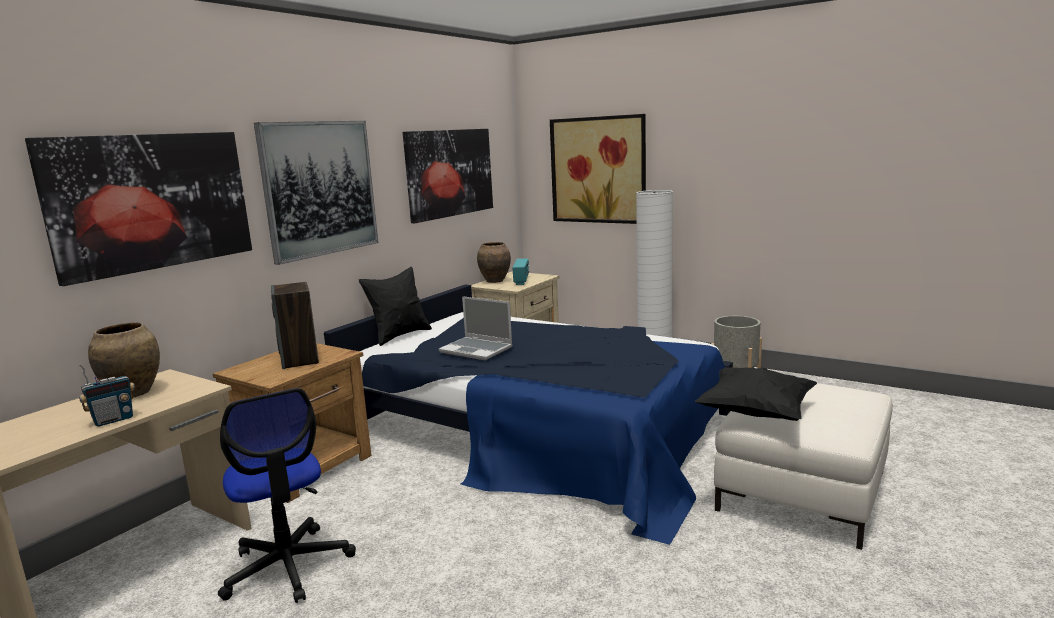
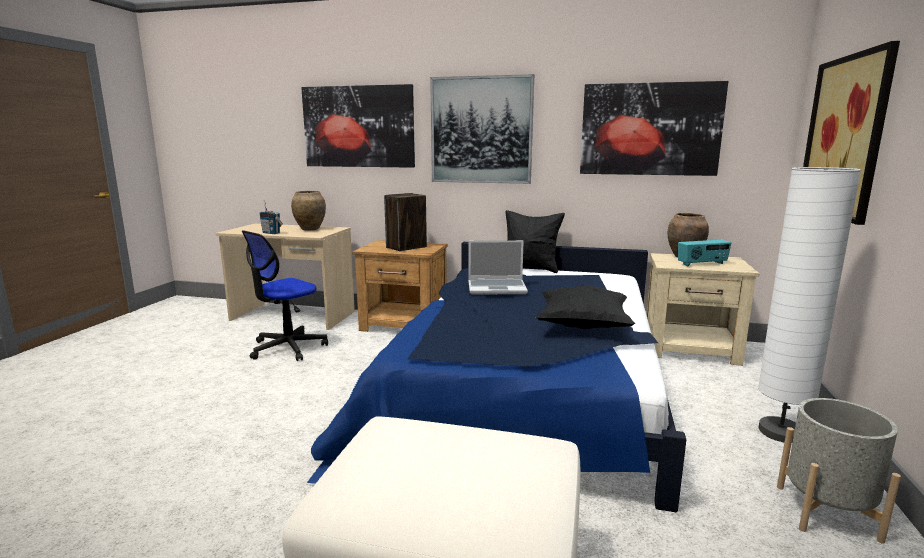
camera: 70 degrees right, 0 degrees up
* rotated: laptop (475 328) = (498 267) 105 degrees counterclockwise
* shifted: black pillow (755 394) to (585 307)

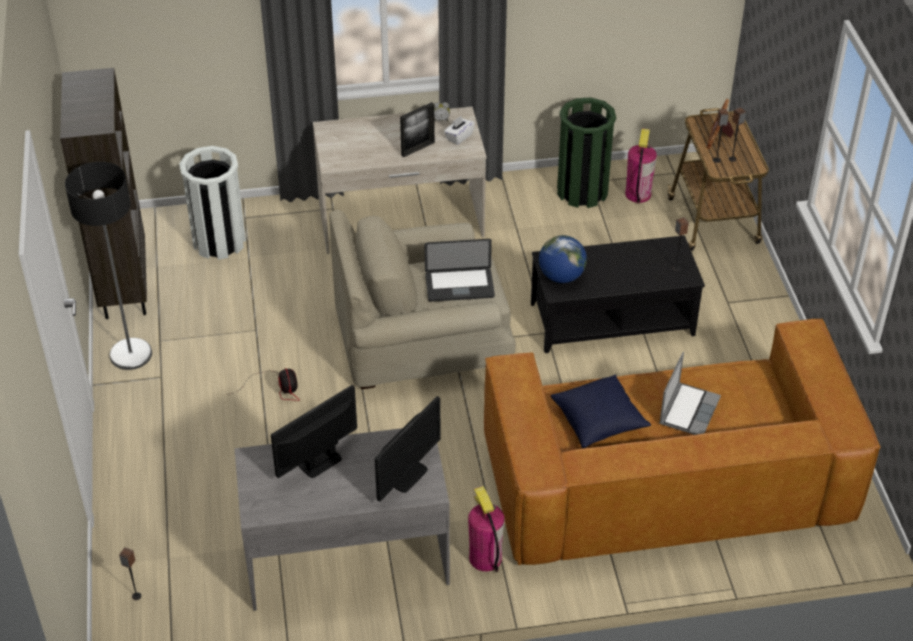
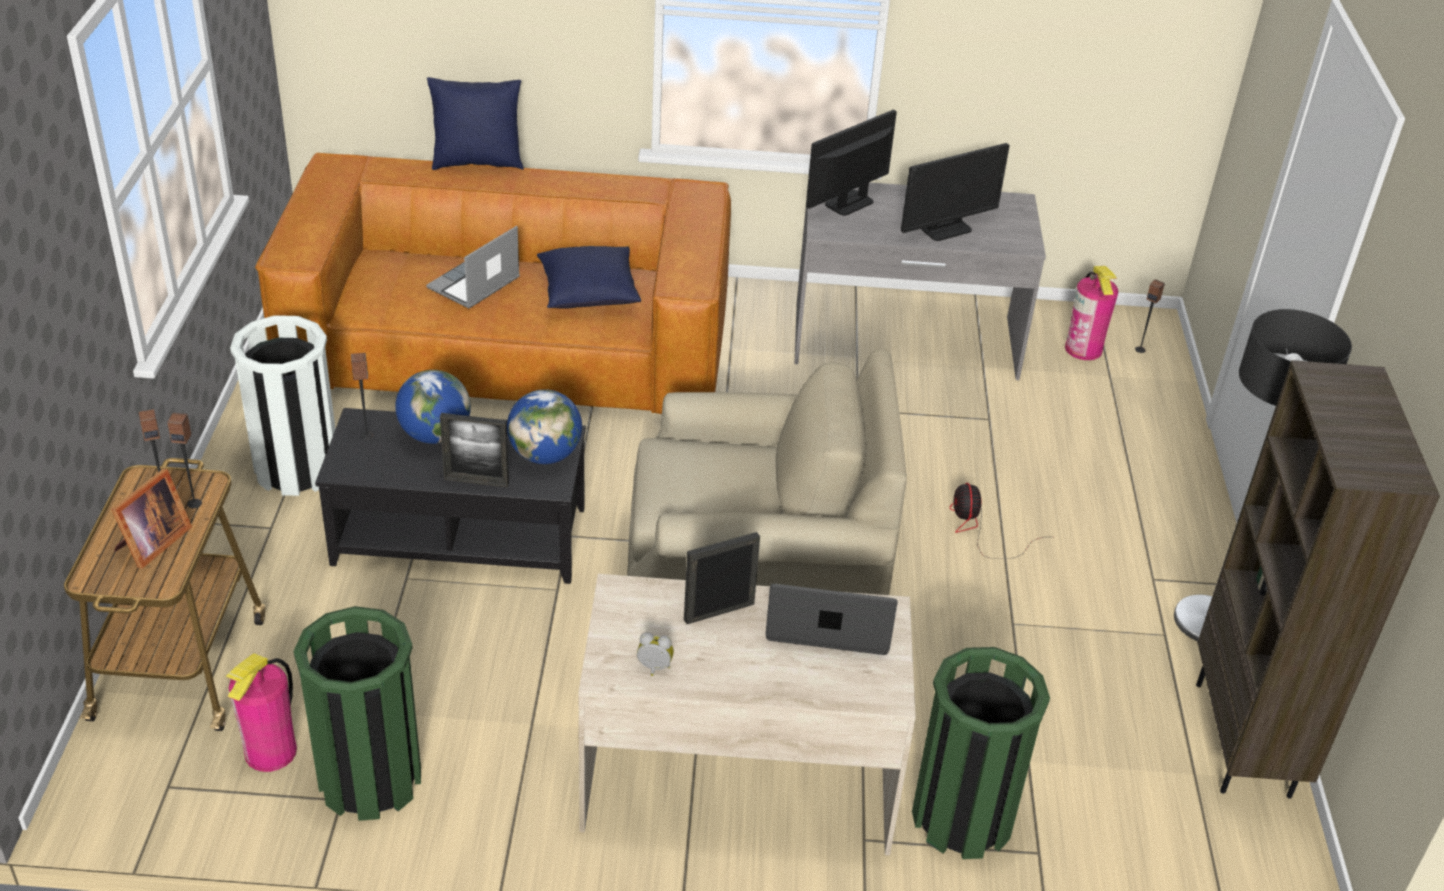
camera: 170 degrees left, 5 degrees down
* shifted: white trash can (212 203) to (282 405)
* shifted: laptop (459 270) to (832 619)
* gone: white tissue box (459 130)
* shifted: fire extinguisher (486 529) to (1091 313)
* new: globe (433 407)
* new: blue pillow (475 123)
* new: picture frame (474 450)
* new: green trash can (981 753)

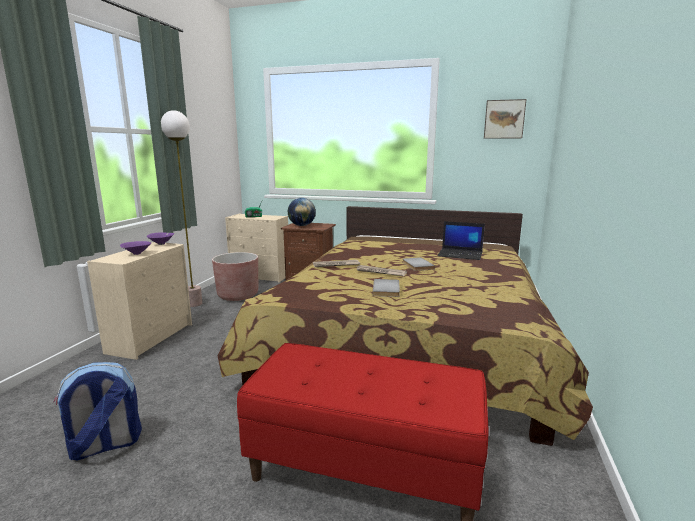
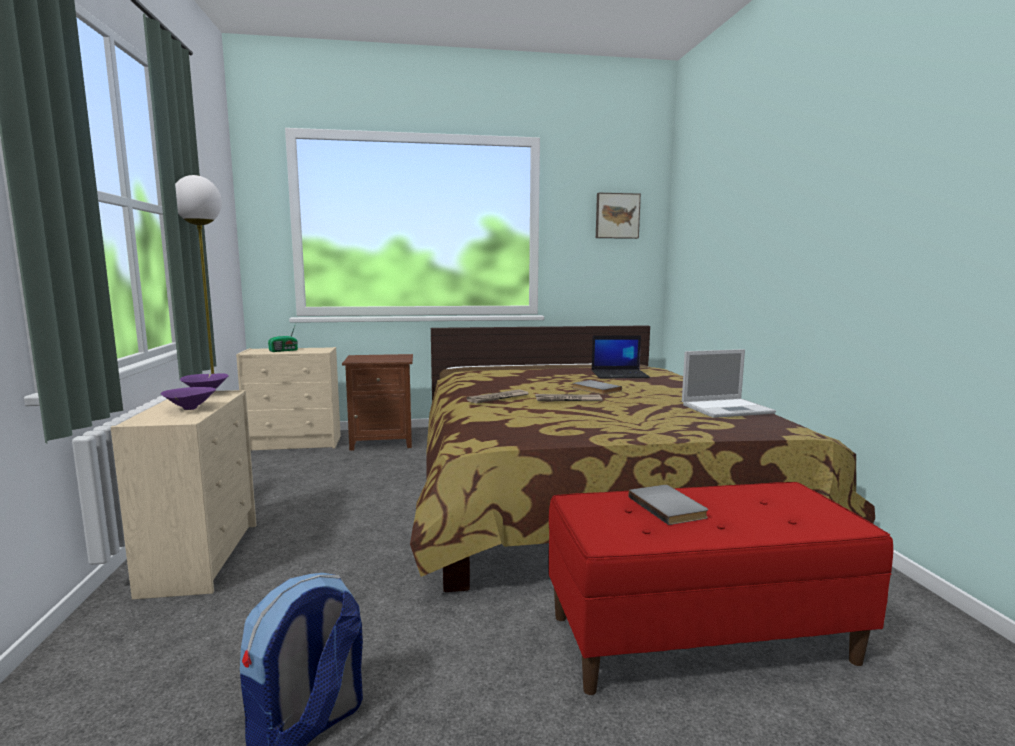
camera: 25 degrees left, 5 degrees down
* gone: brown planter (235 276)
* gone: globe (302 212)
* shifted: grey book (386 288) to (668 505)
* new: laptop (729 383)

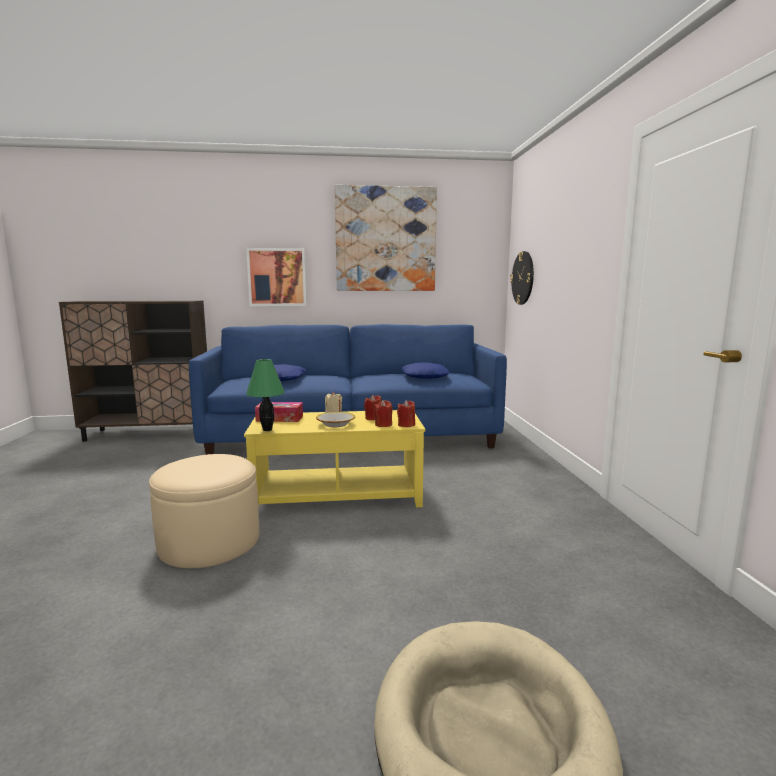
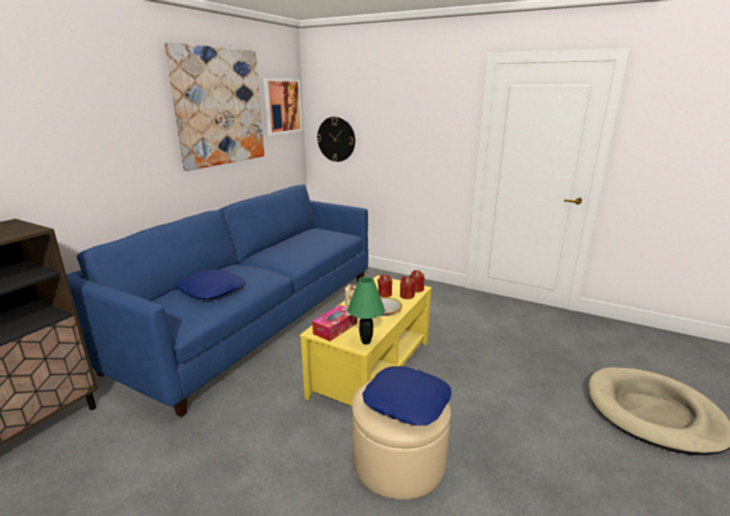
camera: 55 degrees left, 10 degrees up
* shifted: picture (276 277) to (283 106)
* shifted: blue pillow (425 370) to (407 396)

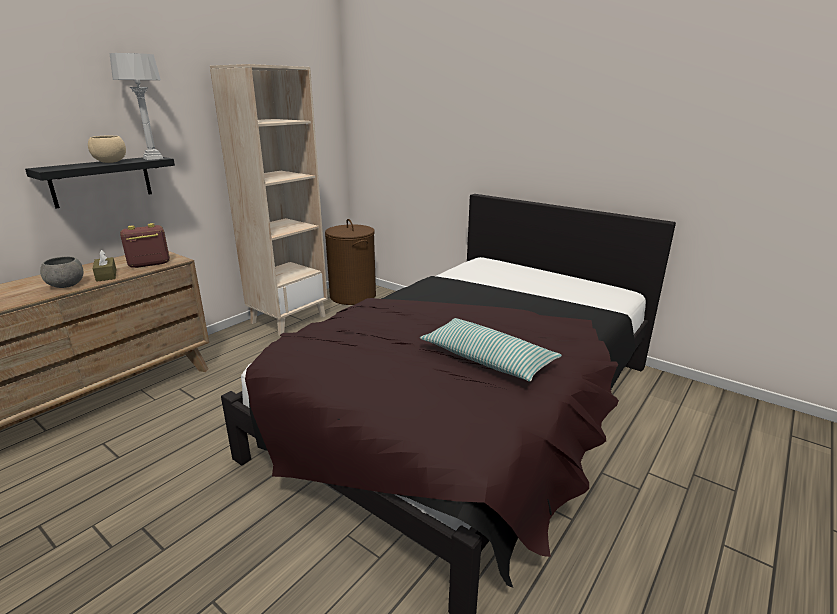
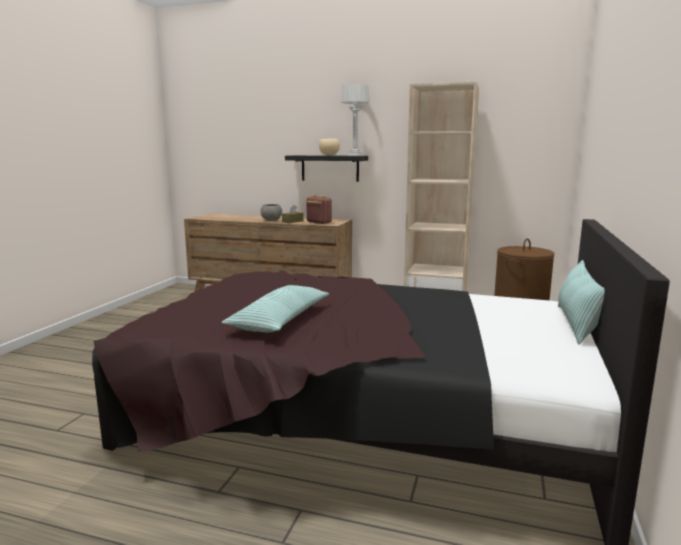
camera: 70 degrees right, 10 degrees down
* new: pillow (581 302)

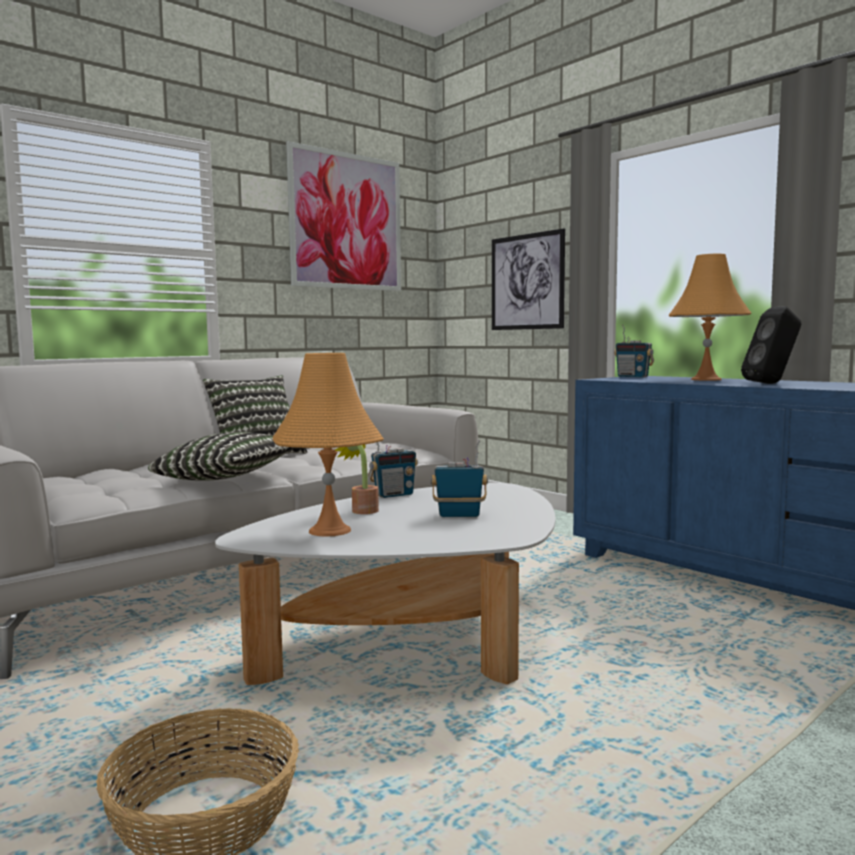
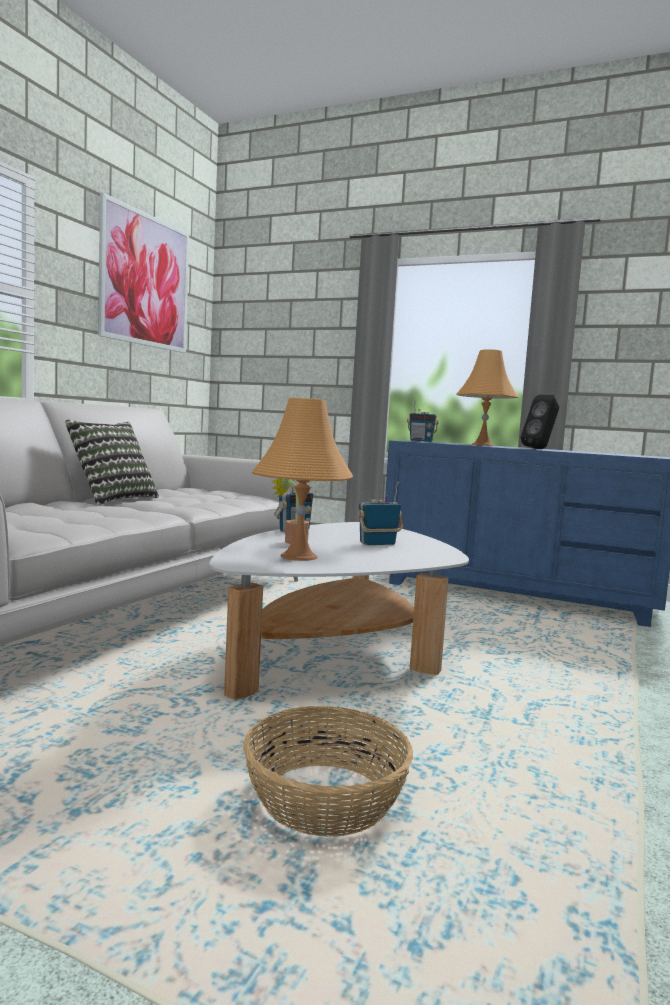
camera: 25 degrees left, 0 degrees up
* gone: pillow (221 456)
* gone: picture (528 279)

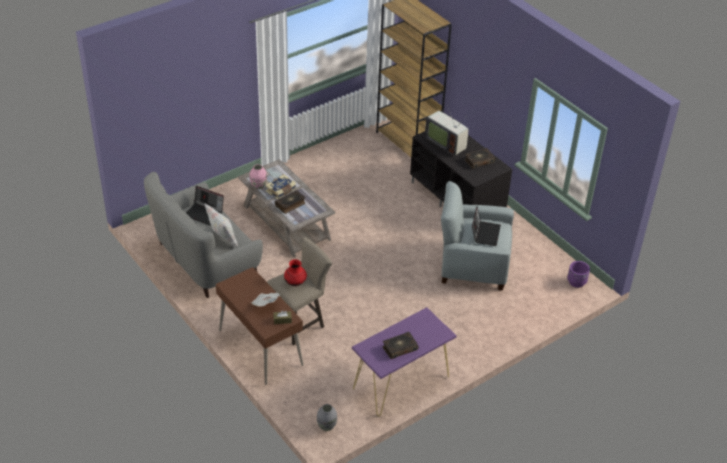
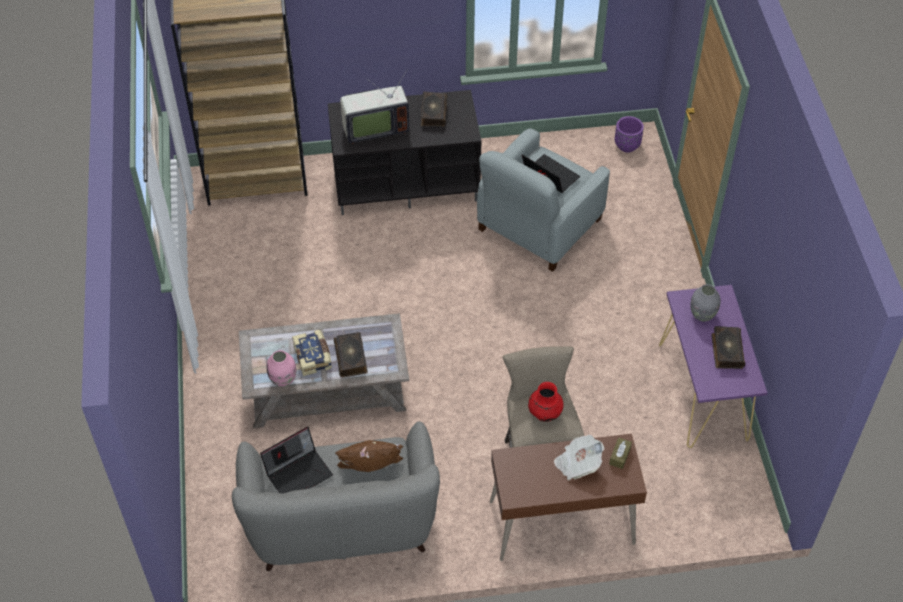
camera: 60 degrees left, 10 degrees up
* repainted: white pillow (221 225) to brown pillow (369 456)
* shifted: grey vase (327 417) to (705 302)

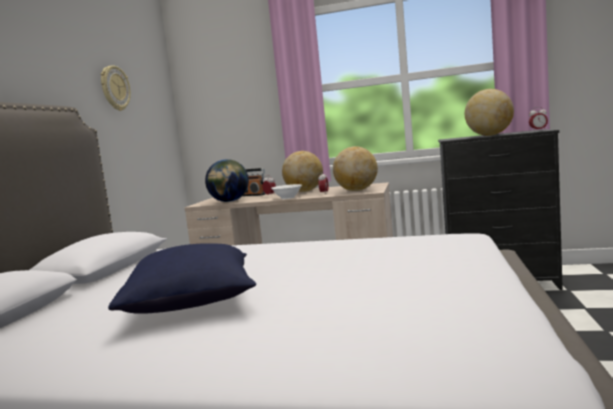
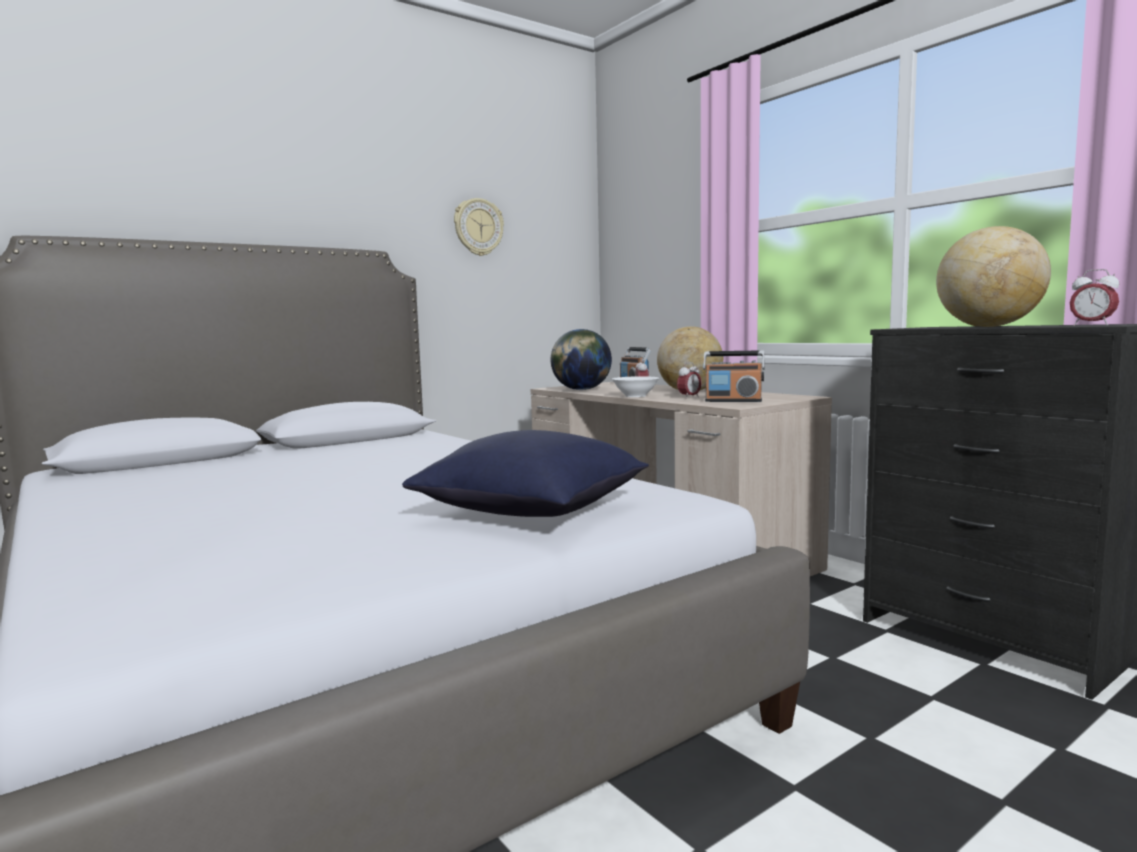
camera: 40 degrees right, 0 degrees up
* shifted: blue pillow (182 278) to (525 473)
* swapped: globe (355 168) to radio (734 376)

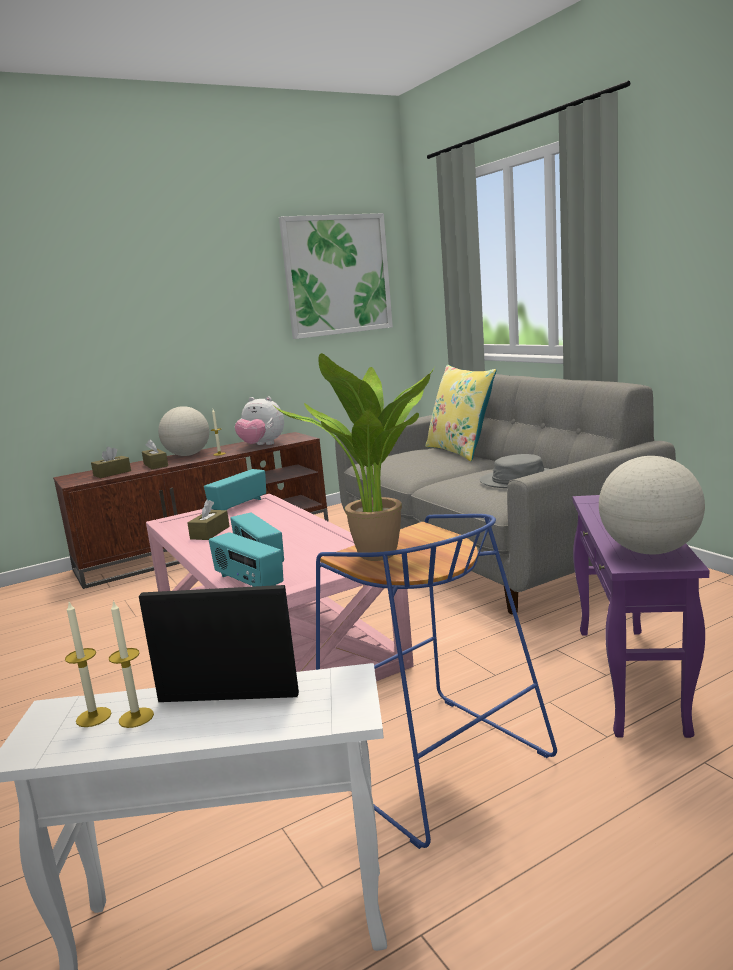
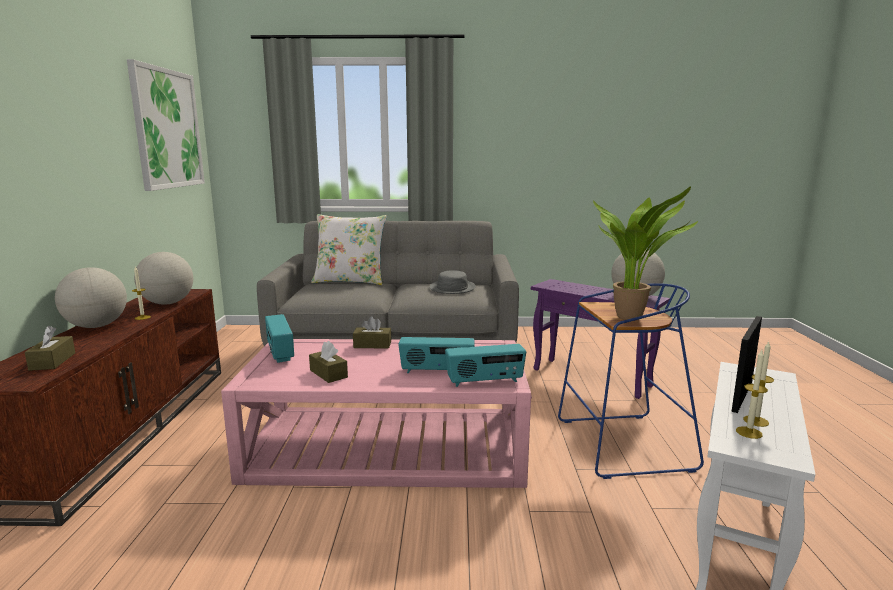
camera: 60 degrees left, 0 degrees up
* shifted: brown tissue box (155 454) to (372 332)
* swapped: plush toy (259 420) to globe (163 278)
* repainted: yellow pillow (461 413) to white pillow (349 249)

